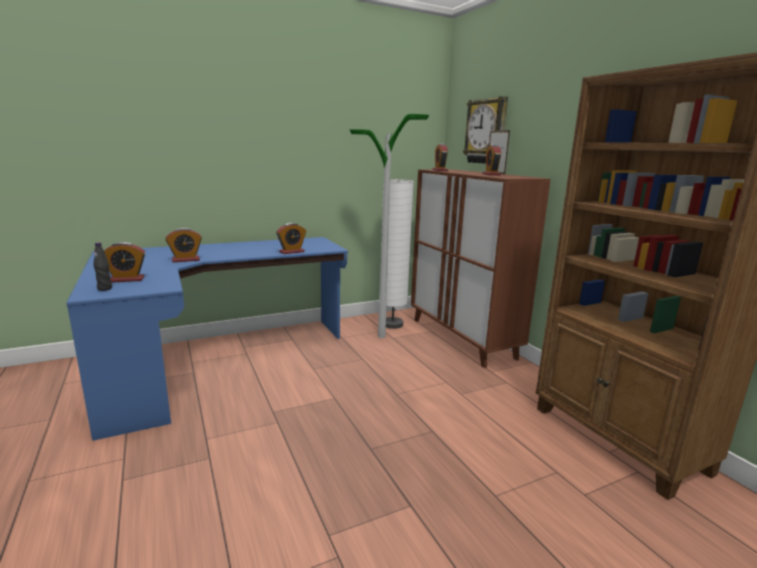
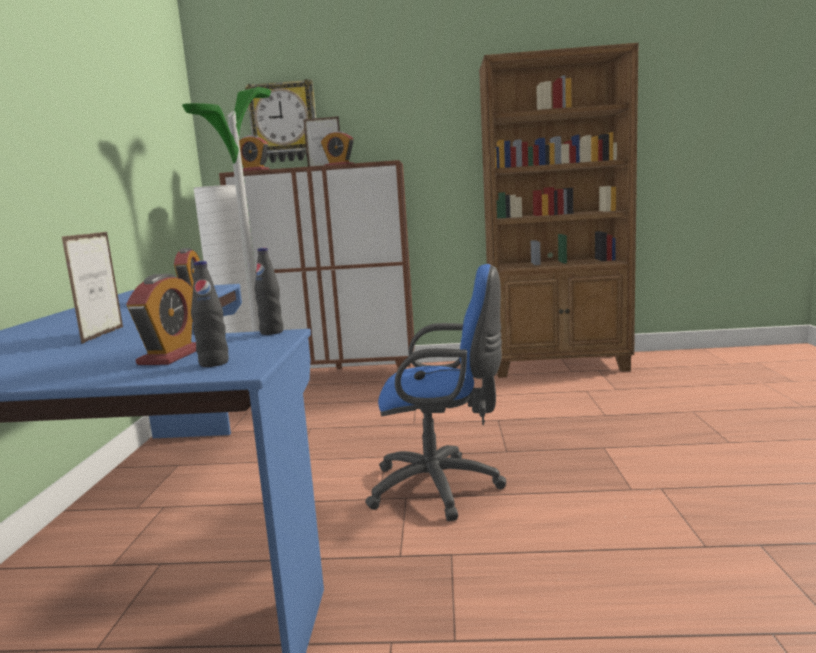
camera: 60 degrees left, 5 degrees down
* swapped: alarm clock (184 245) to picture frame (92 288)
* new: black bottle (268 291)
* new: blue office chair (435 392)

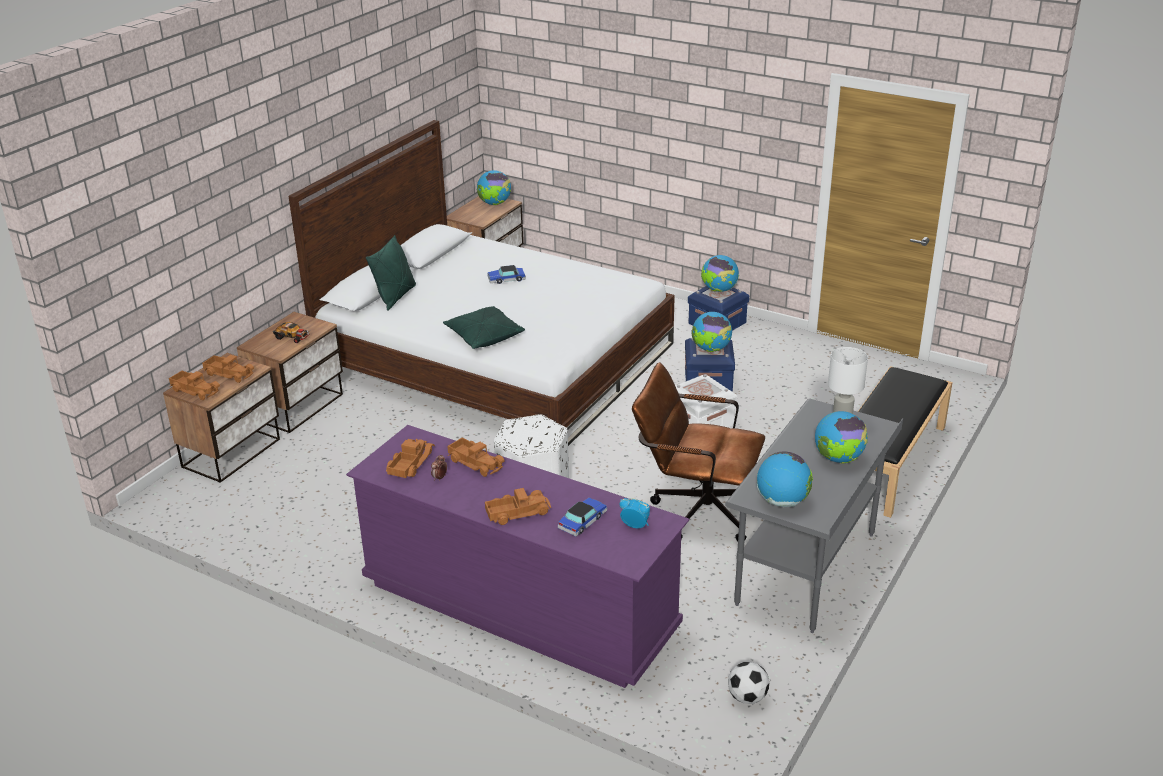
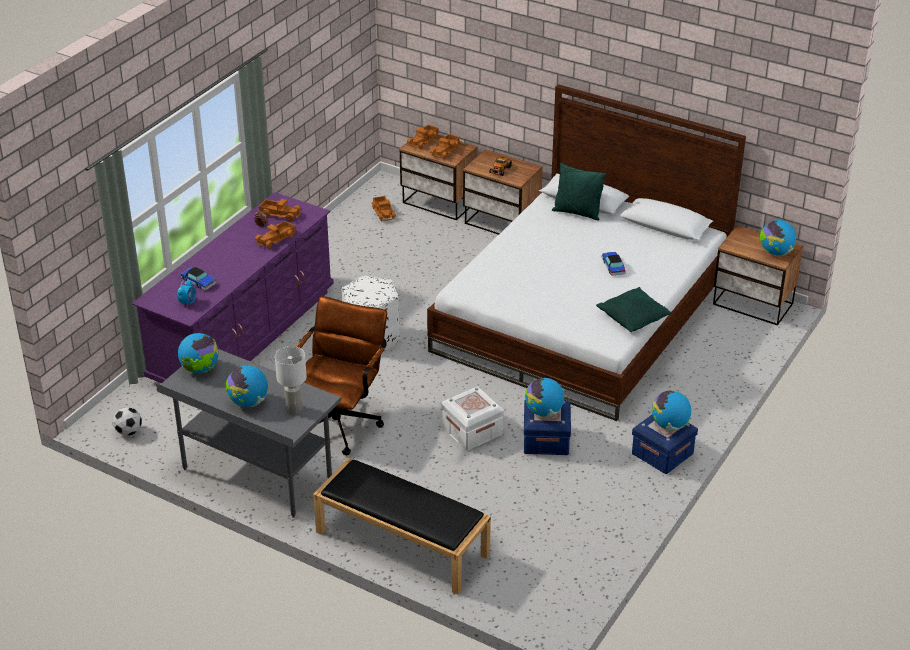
camera: 90 degrees right, 5 degrees up
* shifted: green pillow (484 327) to (634 309)
* shifted: toy truck (518 506) to (384 208)

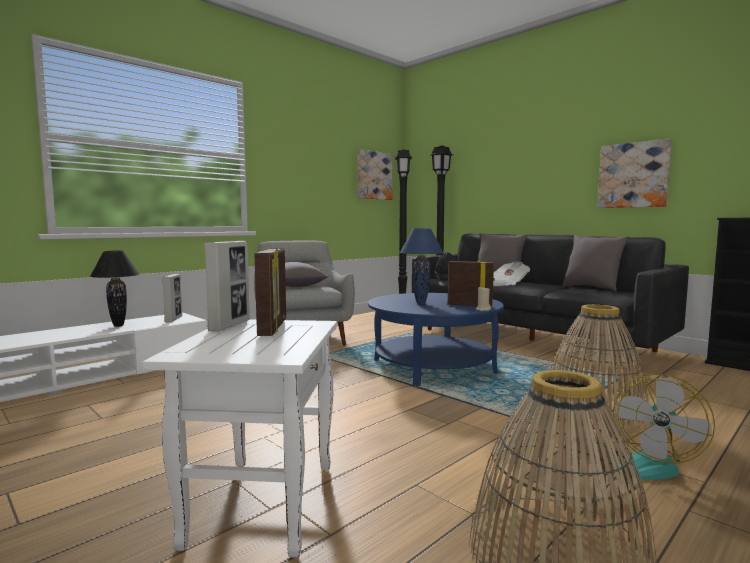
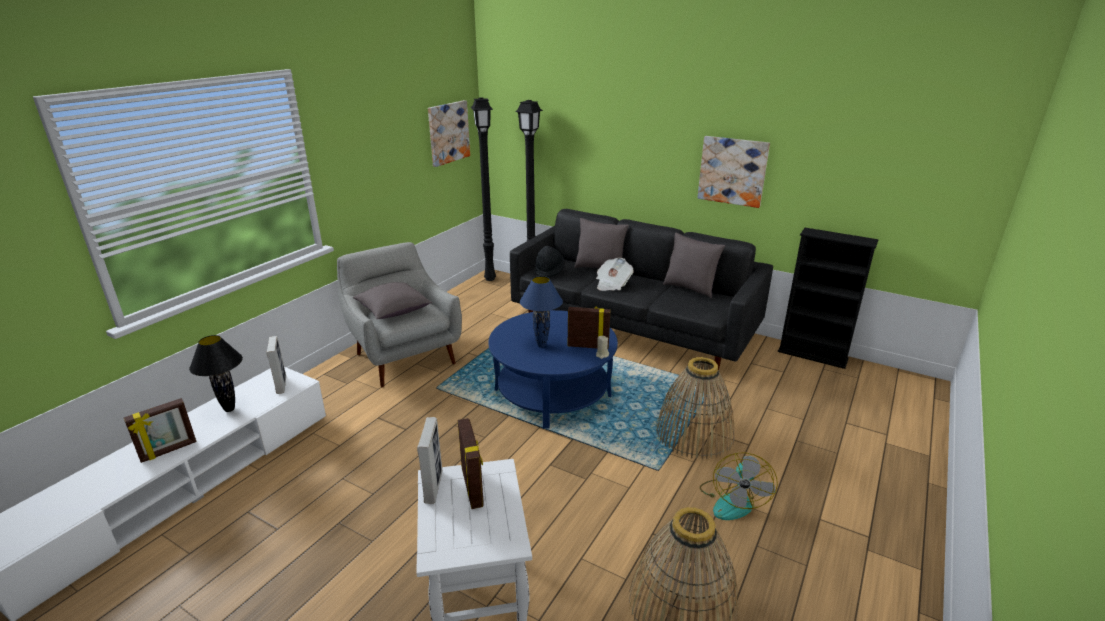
camera: 15 degrees left, 20 degrees up
* new: picture frame (160 430)

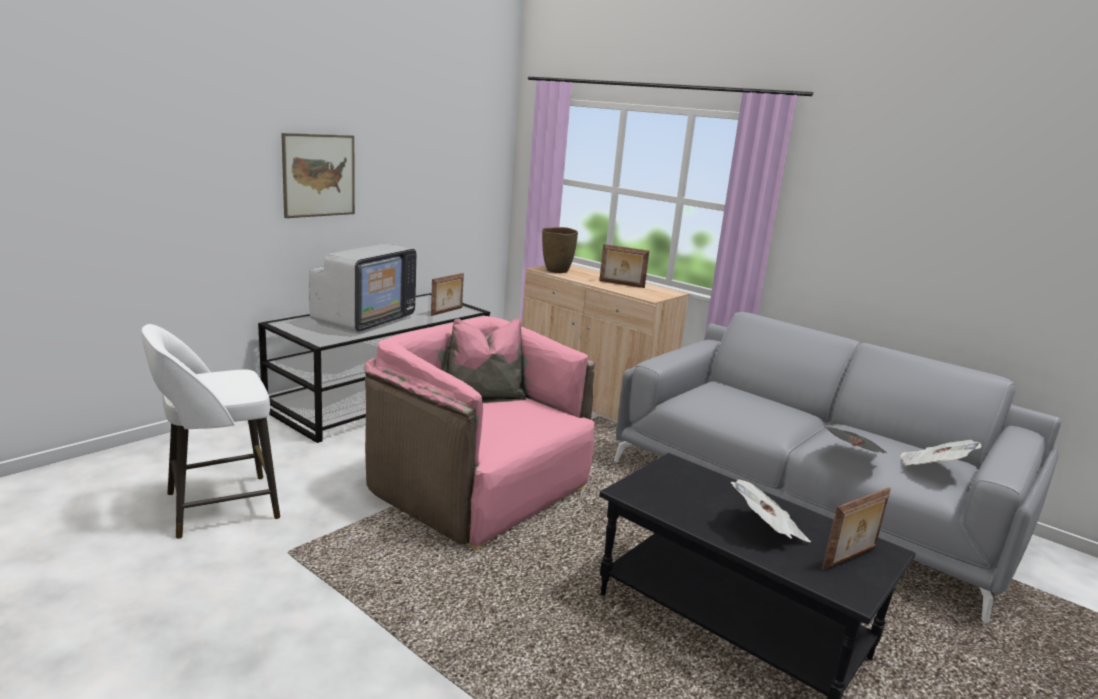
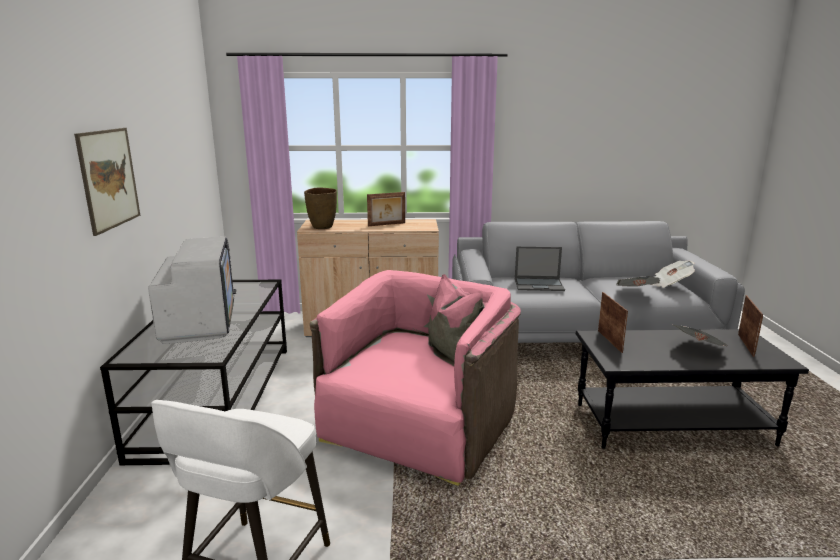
camera: 40 degrees left, 0 degrees up
* rotated: pink armchair (479 433) = (415 378) 120 degrees clockwise
* shifted: picture frame (447 294) to (613 322)
* new: laptop (540 268)

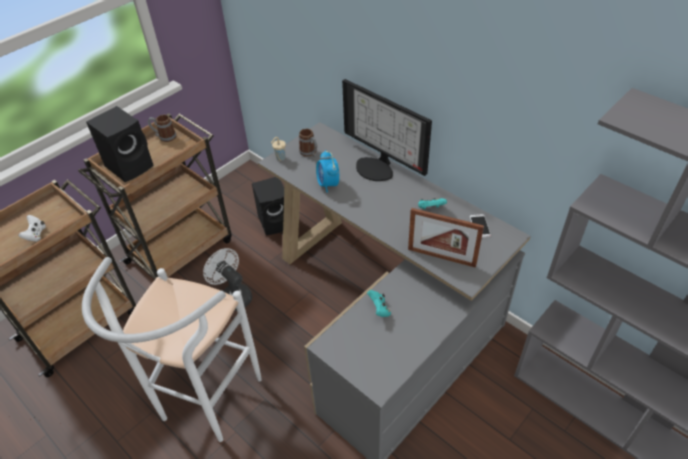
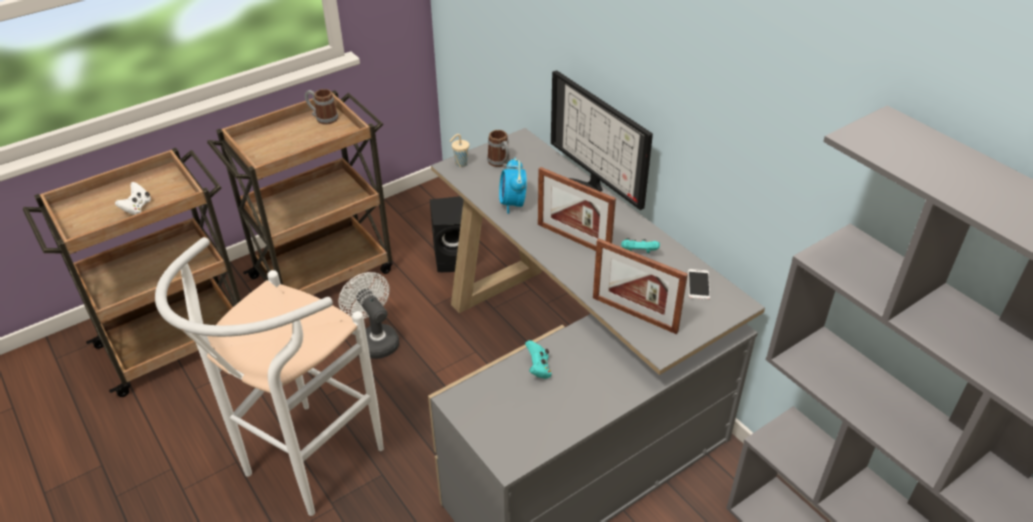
camera: 10 degrees right, 5 degrees down
* gone: black speaker (120 144)
* new: picture frame (577 209)

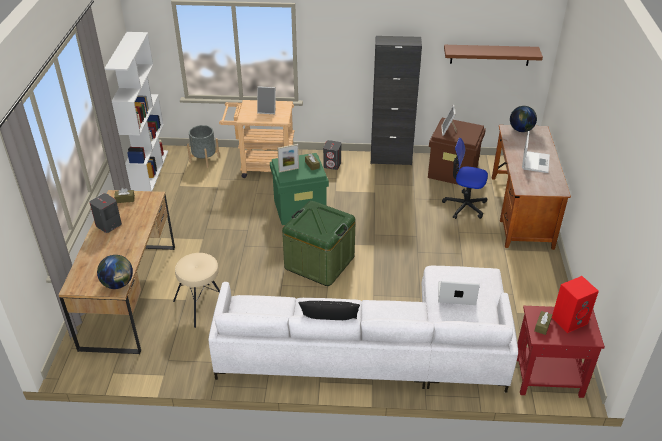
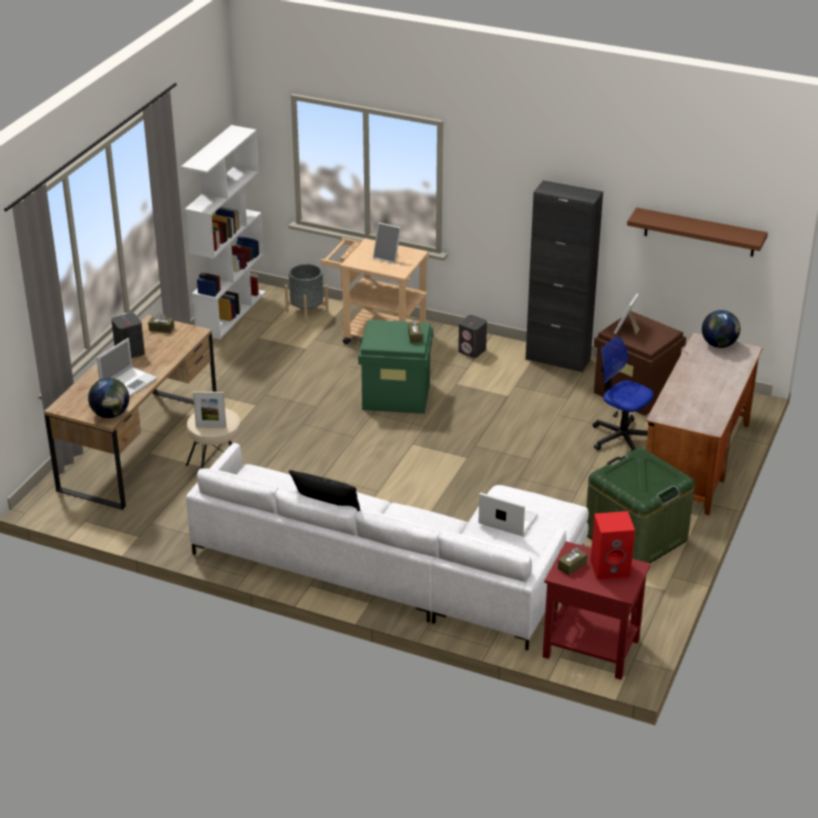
camera: 20 degrees right, 5 degrees down
* shifted: picture frame (288 158) to (209 410)
* shifted: green storage box (319 243) to (640 505)
* shifted: laptop (536 152) to (127 367)

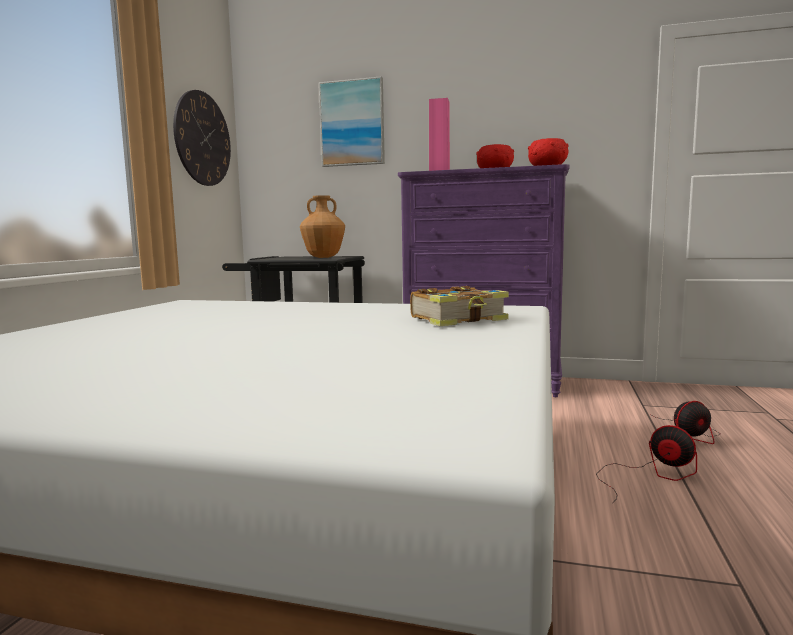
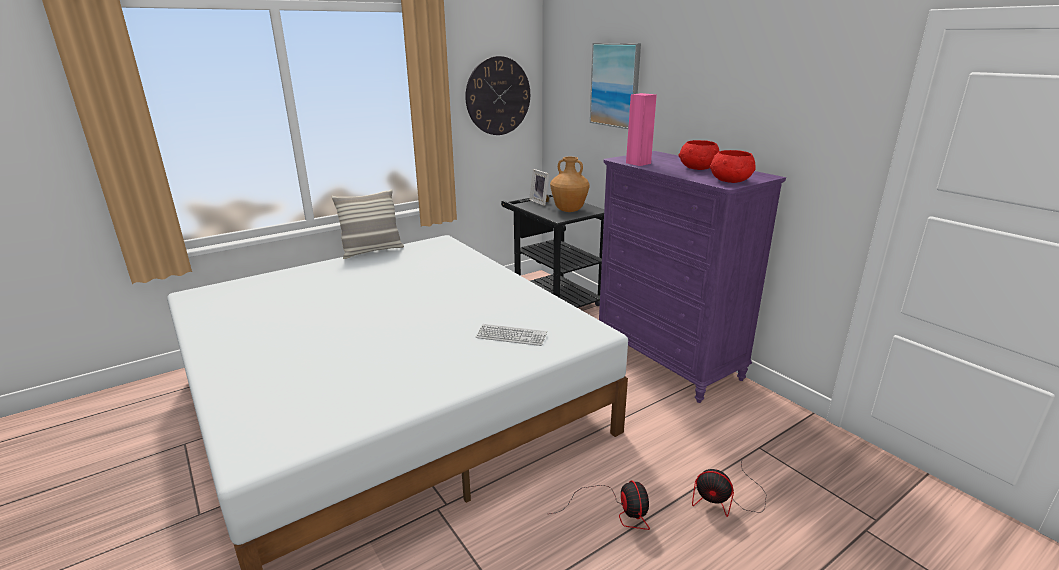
camera: 40 degrees right, 15 degrees up
* swapped: book (459 306) to keyboard (511 335)
* new: pillow (368 224)
* new: picture frame (539 187)

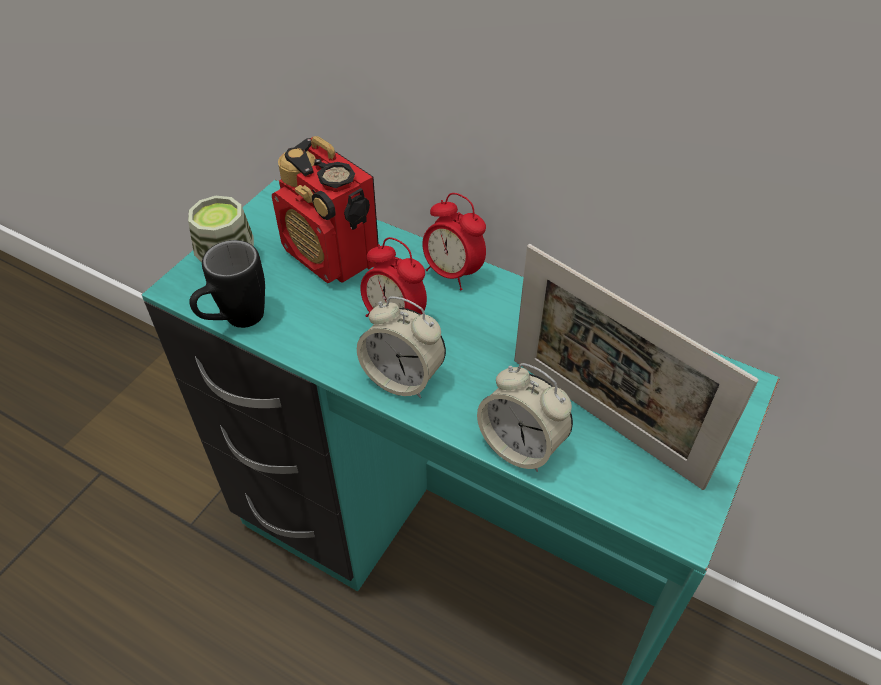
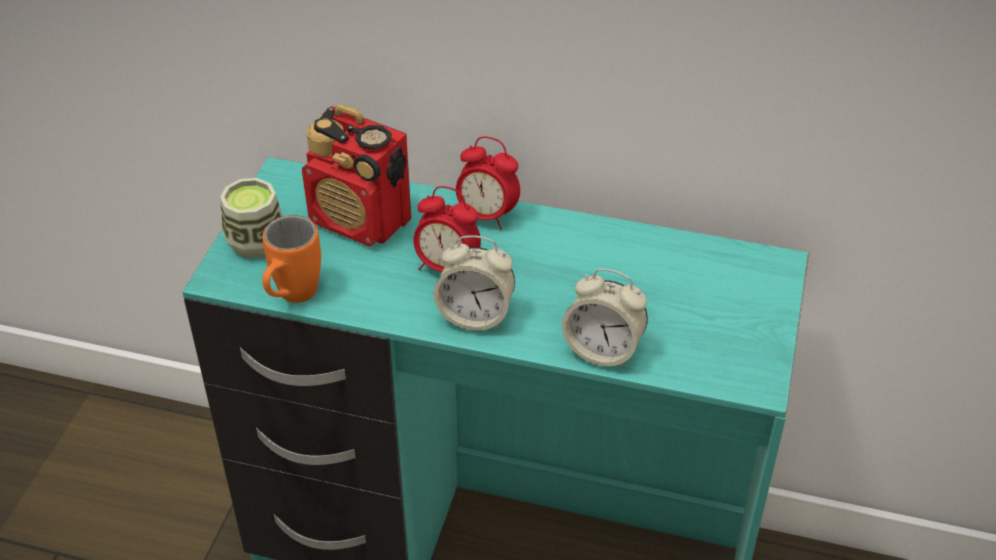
camera: 15 degrees left, 5 degrees down
* repainted: black mug (227 284) to orange mug (291 259)
* gone: picture frame (636 367)

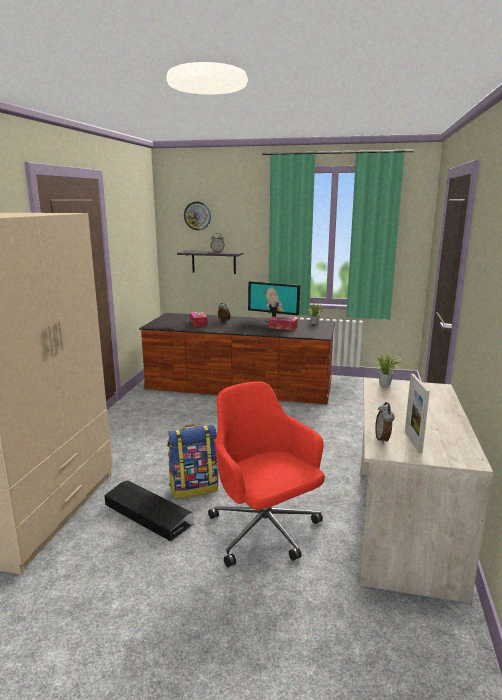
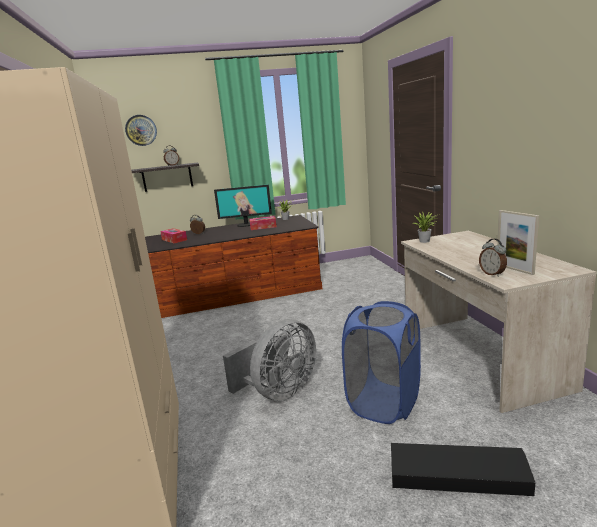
camera: 25 degrees left, 0 degrees up
* shifted: black storage box (149 510) to (463 469)
* swapped: backpack (192 461) to grey fan (269 360)
* swapped: red office chair (266 474) to blue laundry basket (381 362)

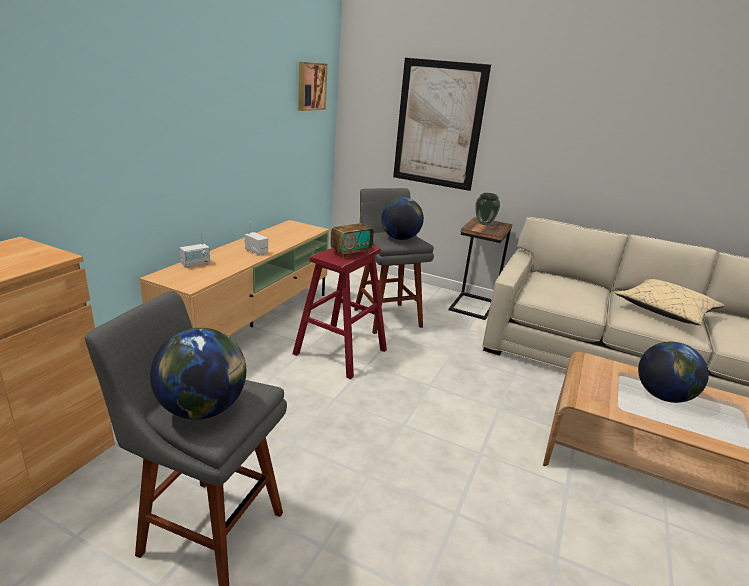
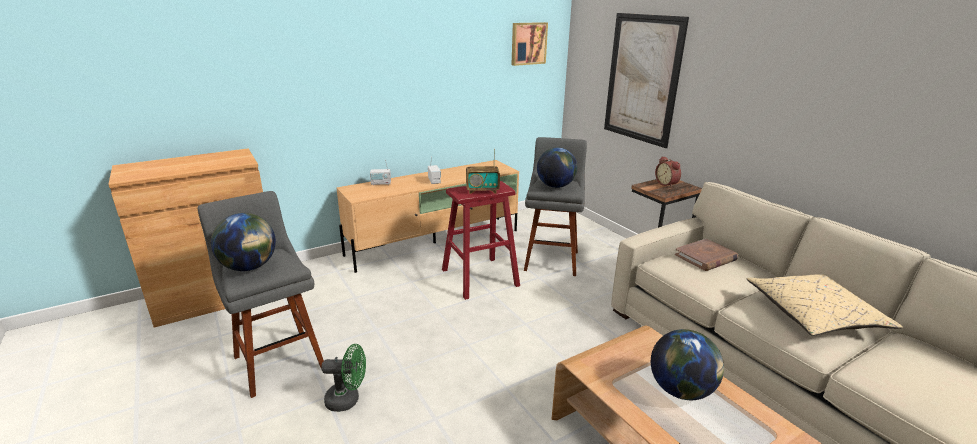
camera: 35 degrees right, 0 degrees up
* swapped: vase (487 209) to alarm clock (668 172)
* new: green fan (343 378)
* new: brown book (706 255)

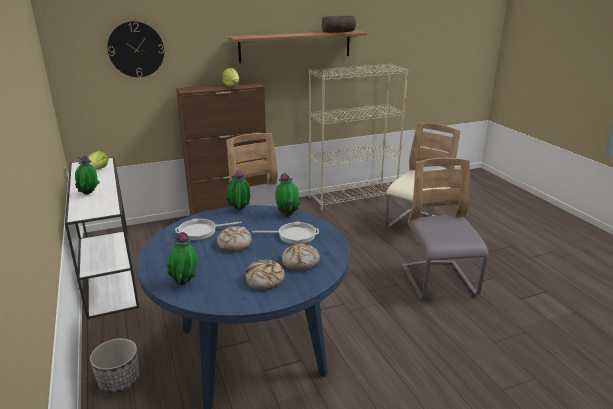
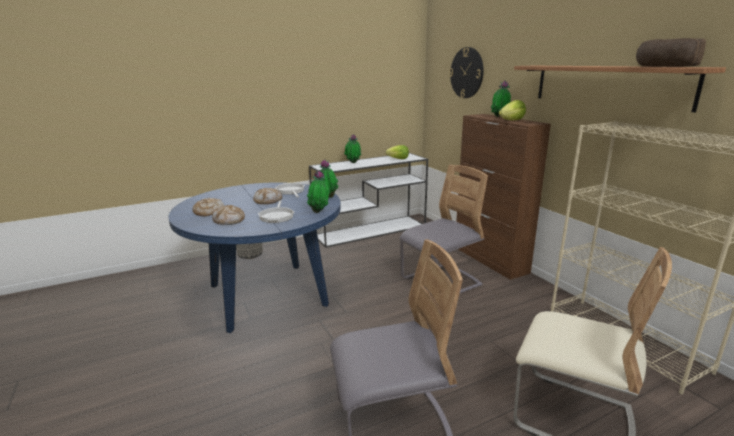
camera: 85 degrees right, 5 degrees down
* shifted: potted plant (181 258) to (501 98)

